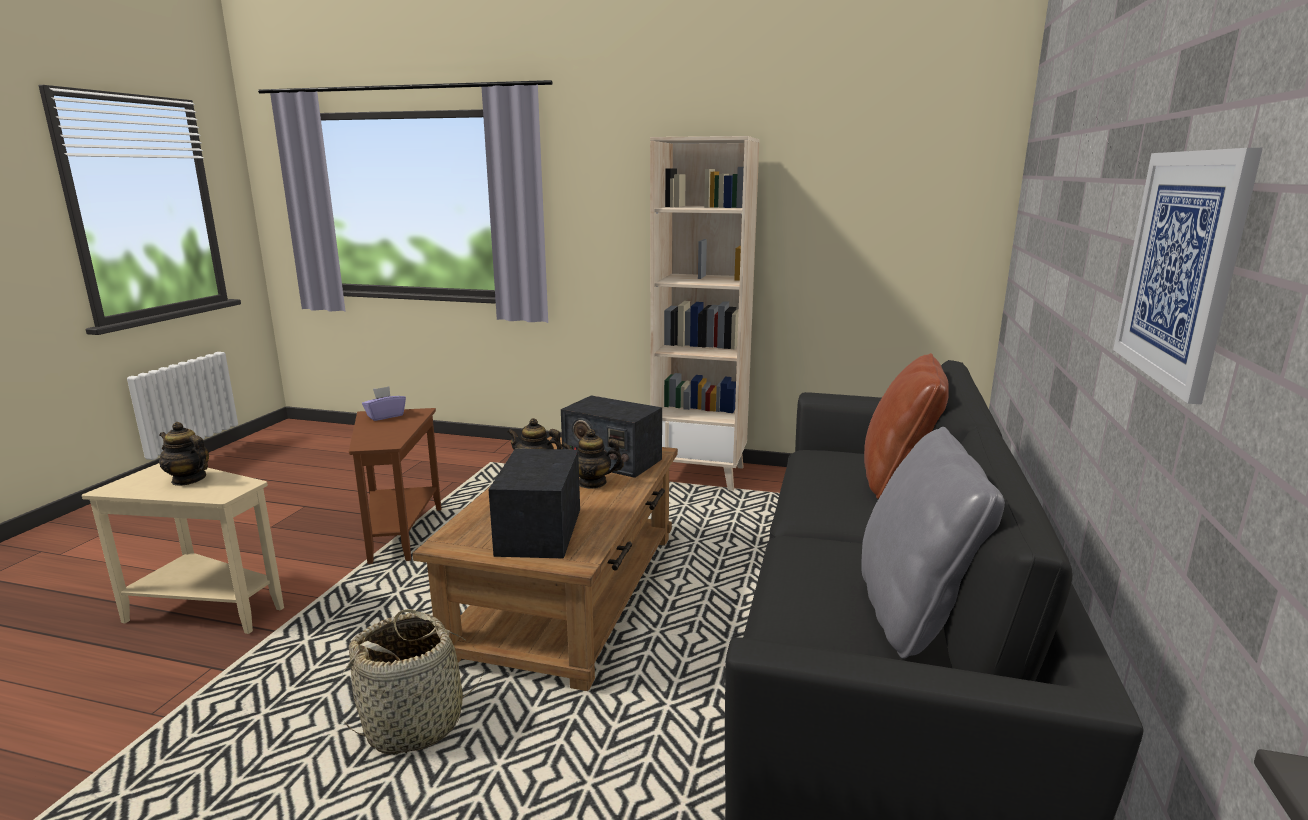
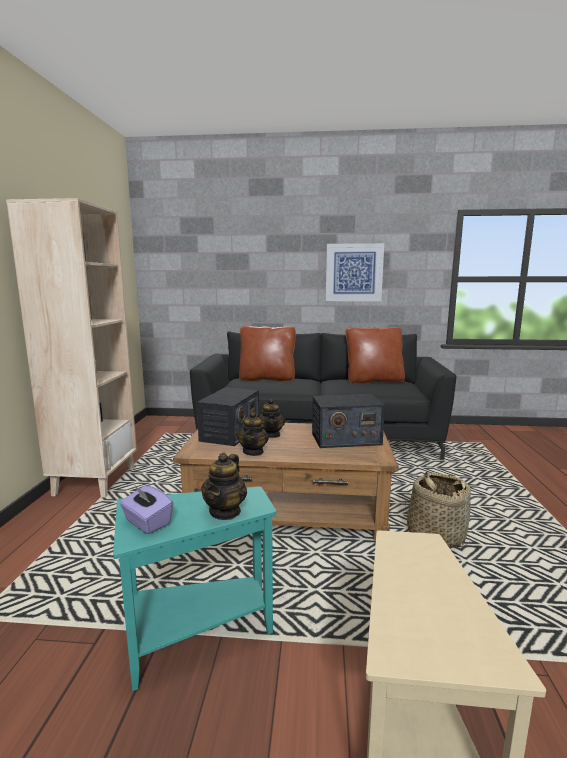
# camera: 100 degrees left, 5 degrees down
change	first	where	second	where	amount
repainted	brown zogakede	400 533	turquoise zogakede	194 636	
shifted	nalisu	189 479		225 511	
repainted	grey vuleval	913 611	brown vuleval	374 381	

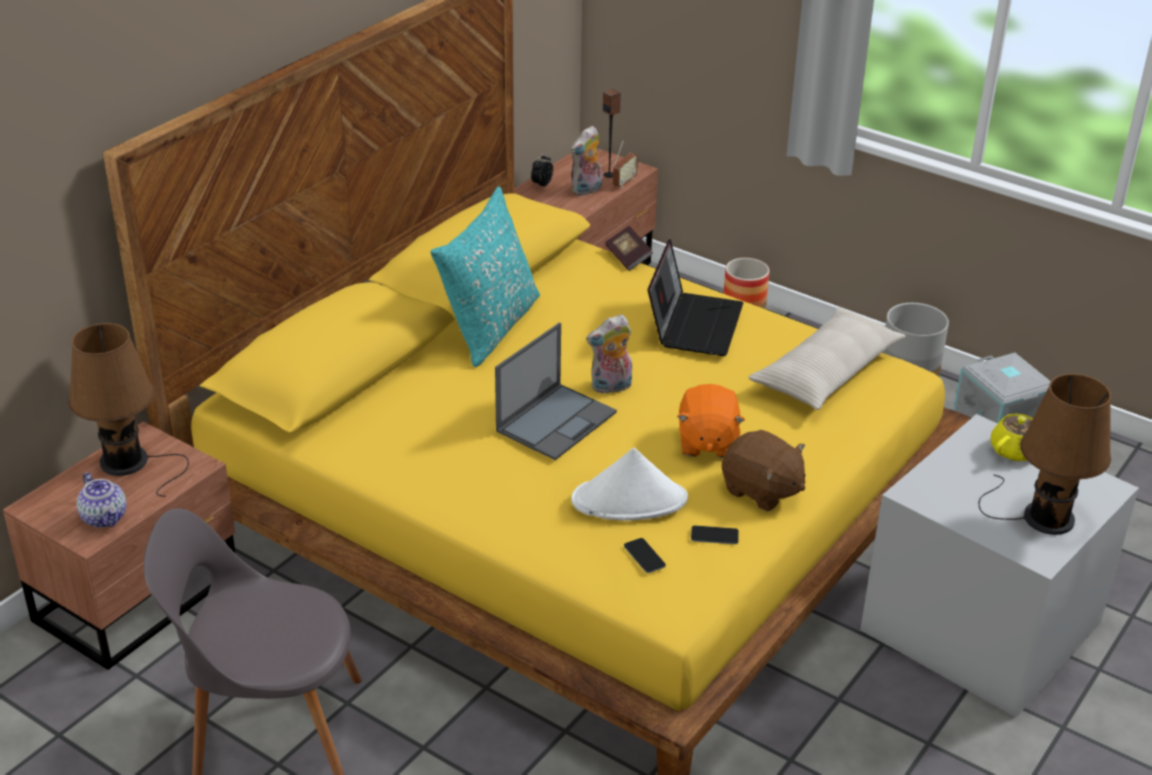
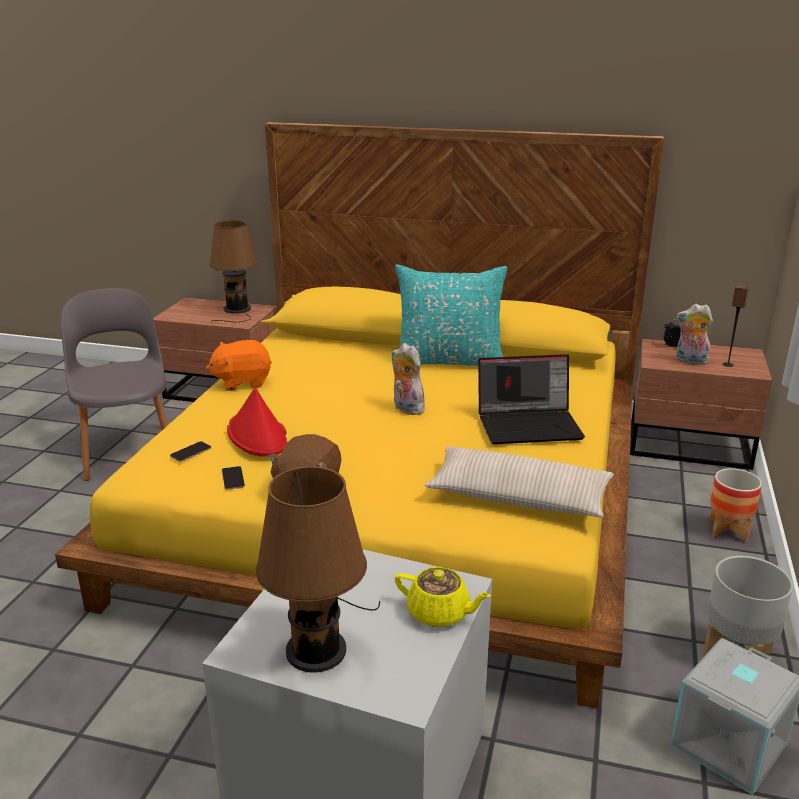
# camera: 70 degrees right, 10 degrees down
change	first	where	second	where	amount
gone	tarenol	624 182			
gone	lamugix	628 257			
gone	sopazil	557 421			
shifted	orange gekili	706 442		242 382	
repainted	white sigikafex	630 500	red sigikafex	258 436	
gone	nalisu	105 517			

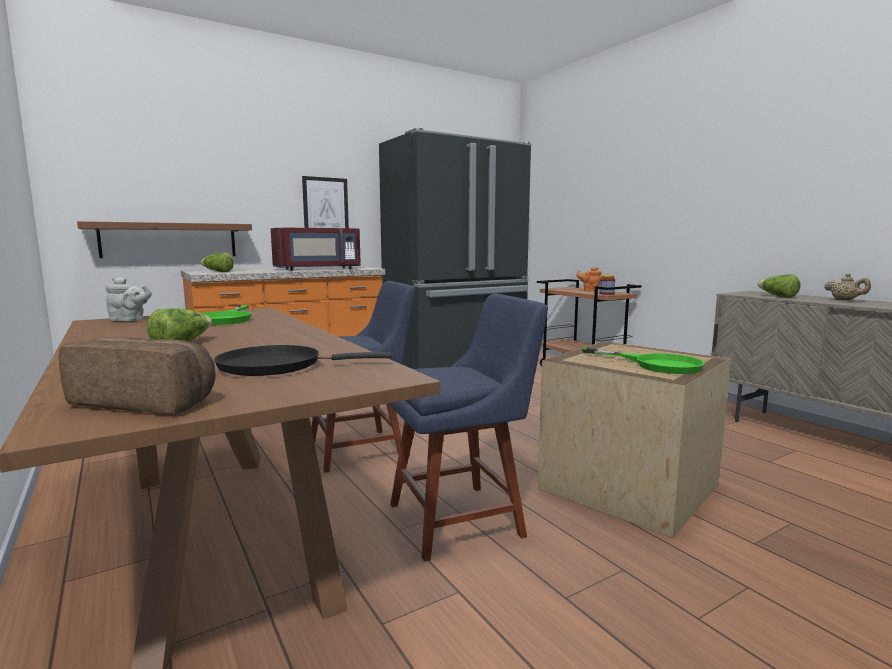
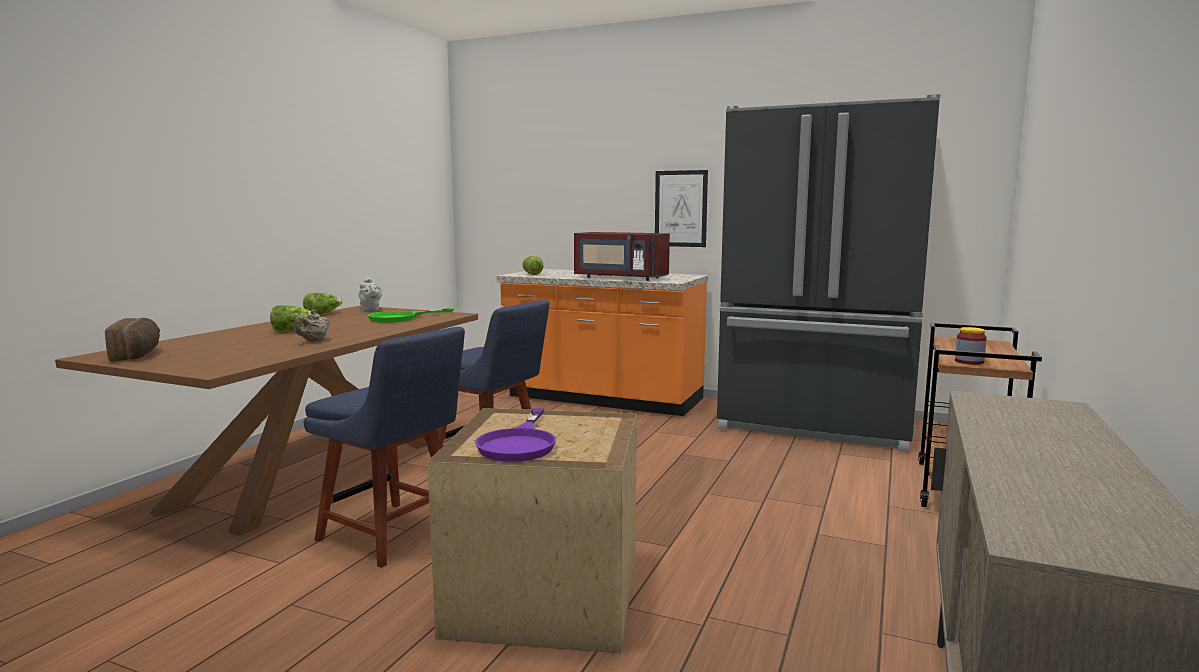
# camera: 55 degrees right, 0 degrees up
change	first	where	second	where	amount
gone	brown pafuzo	170 240			
gone	orange nalisu	589 290			
shifted	beige nalisu	845 300		314 341	
shifted	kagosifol	777 296		323 314	
gone	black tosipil	277 366			
repainted	green tosipil	656 364	purple tosipil	519 443	

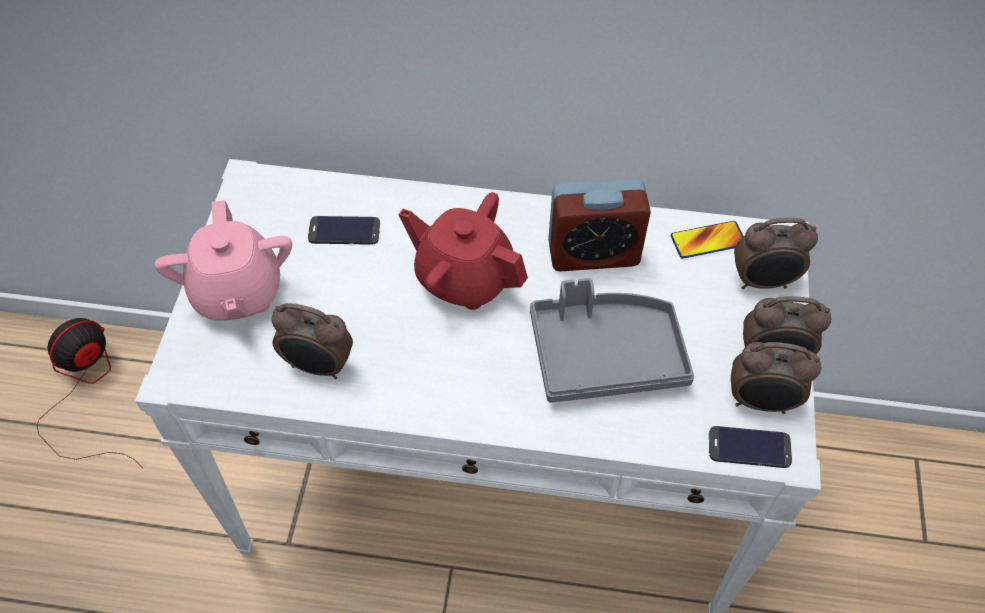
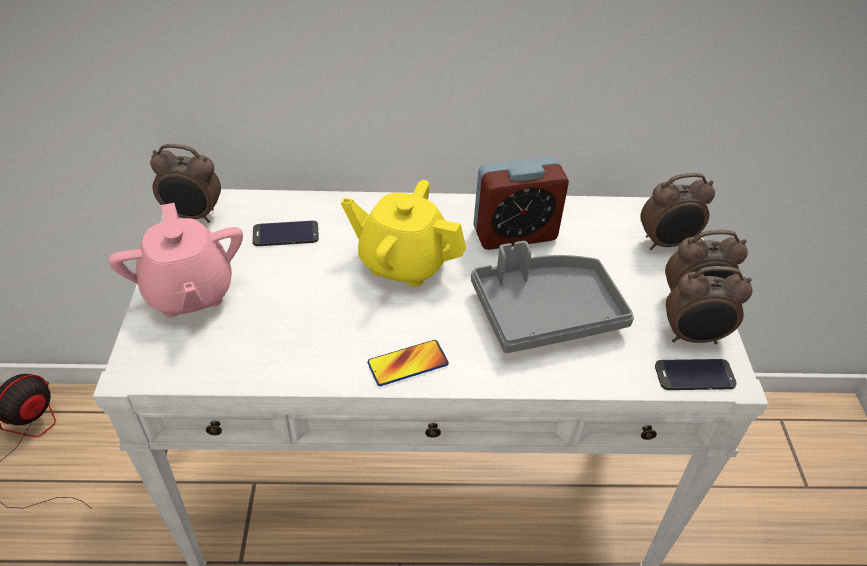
# camera: 10 degrees left, 10 degrees down
change	first	where	second	where	amount
repainted	red nalisu	464 278	yellow nalisu	403 262	
shifted	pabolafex	708 240		408 364	
shifted	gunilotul	318 366		193 216	

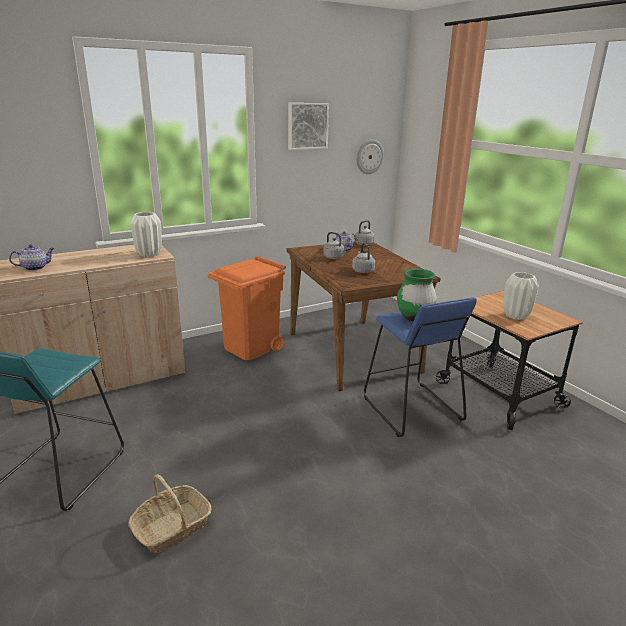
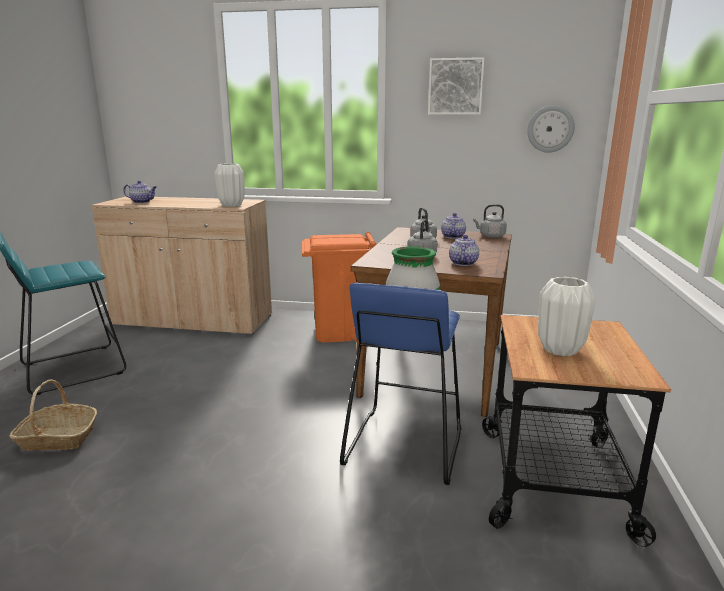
# camera: 40 degrees right, 5 degrees down
change	first	where	second	where	amount
new			nalisu	463 263	

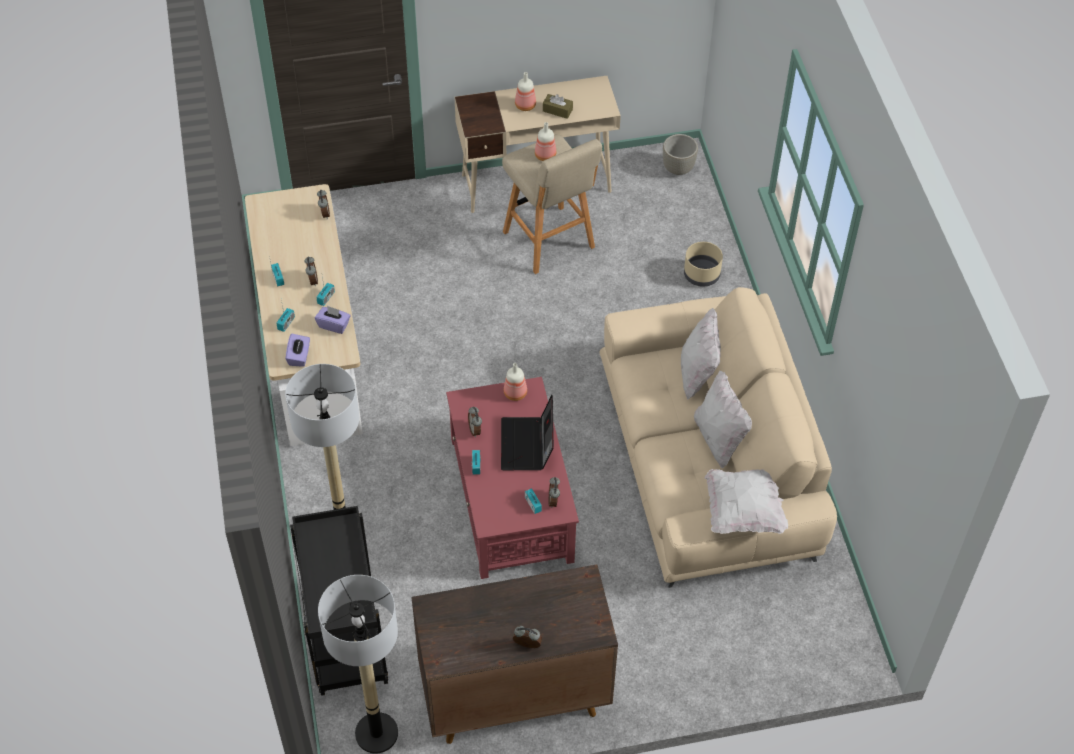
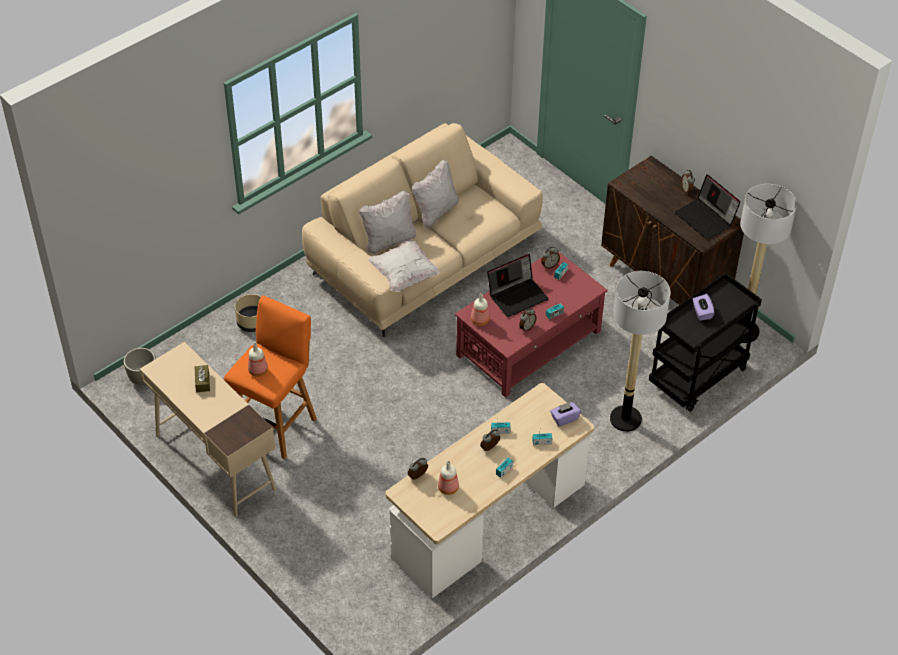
# camera: 120 degrees left, 5 degrees down
change	first	where	second	where	amount
shifted	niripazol	525 106		448 487	
repainted	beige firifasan	550 242	orange firifasan	276 424	
shifted	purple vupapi	334 325		702 313	
shifted	white vuleval	743 511		403 275	
new			sopazil	706 218	

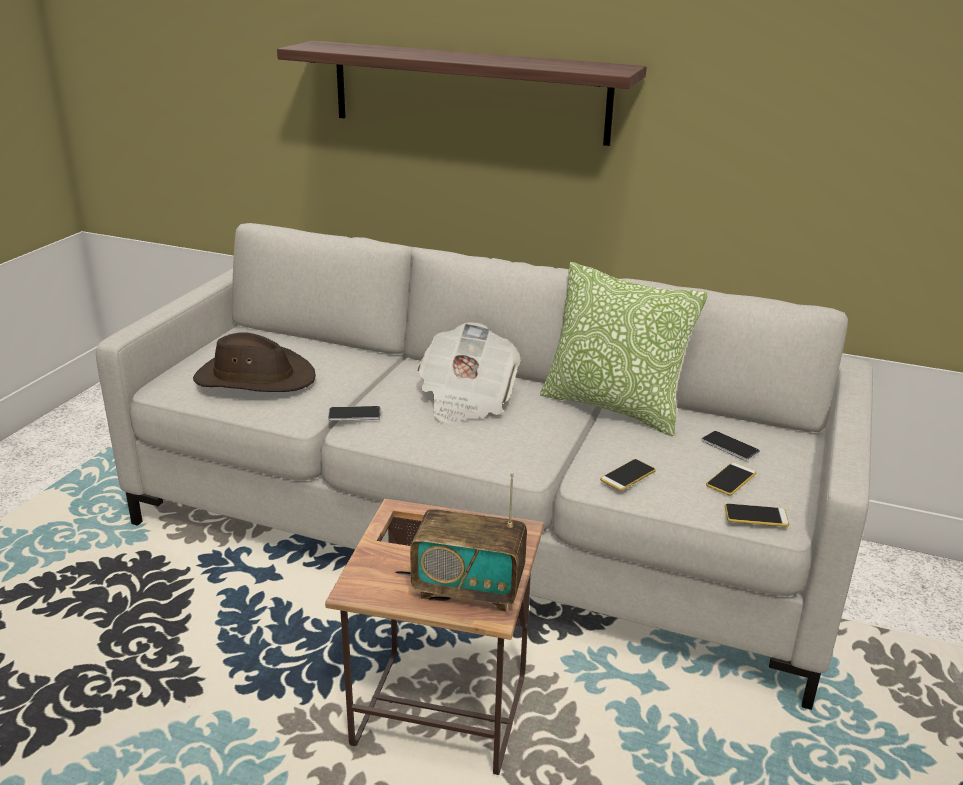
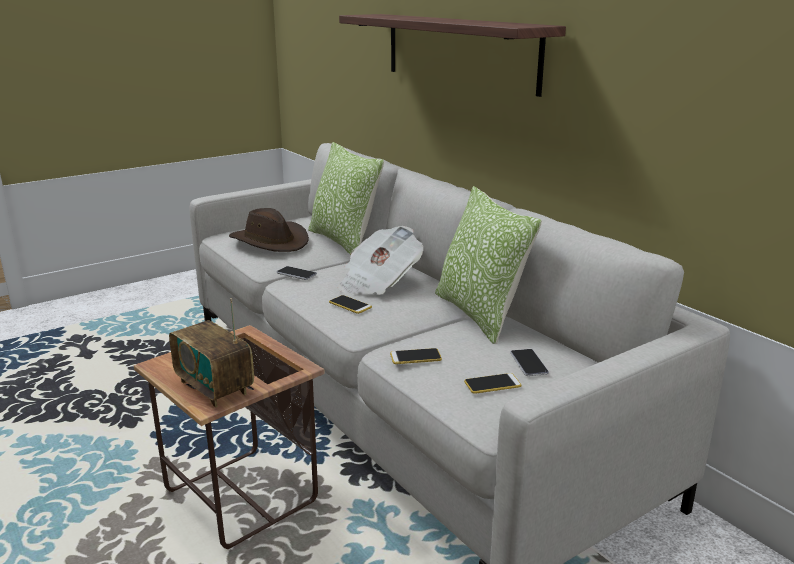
# camera: 35 degrees right, 5 degrees down
change	first	where	second	where	amount
shifted	pabolafex	756 516		350 305	
new			vuleval	344 241	

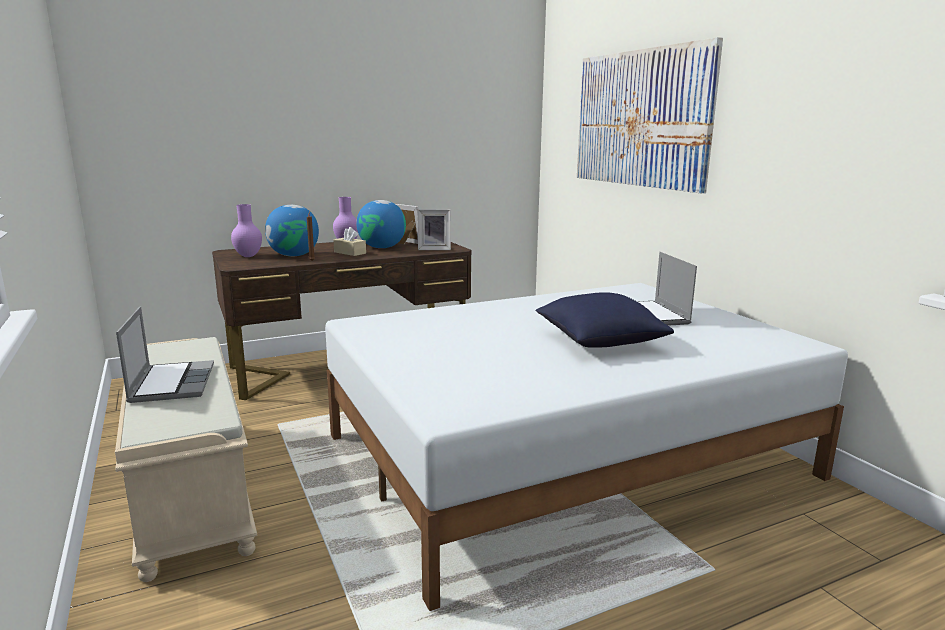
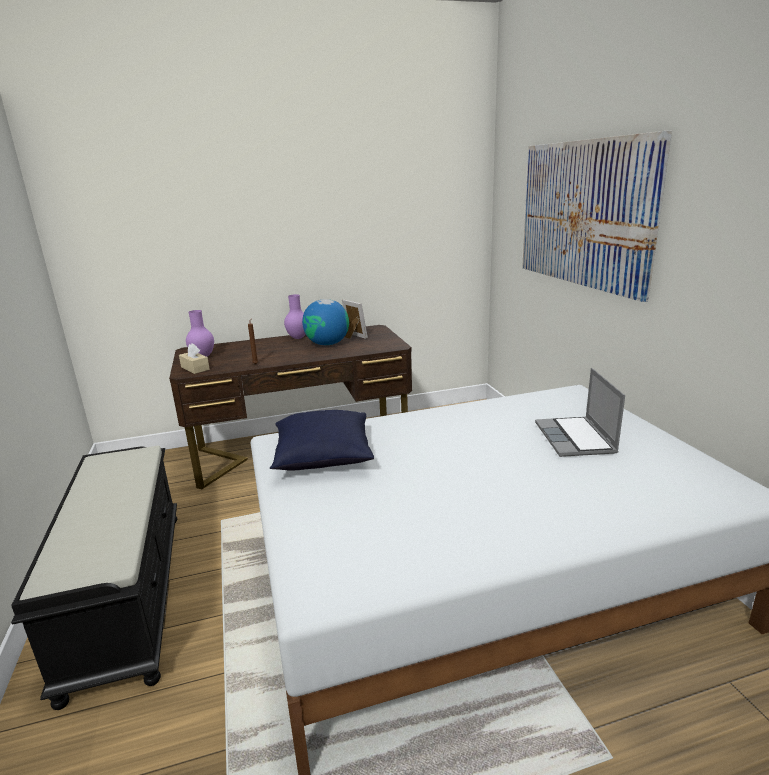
# camera: 10 degrees right, 5 degrees up
change	first	where	second	where	amount
gone	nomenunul	294 255			
gone	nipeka	434 249			
shifted	beige vupapi	350 253		195 368	
shifted	blue vuleval	599 341		323 457	
gone	sopazil	171 383			
repainted	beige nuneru	189 487	black nuneru	126 594	

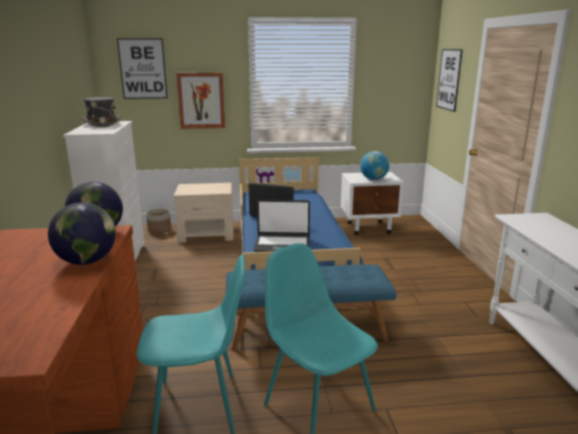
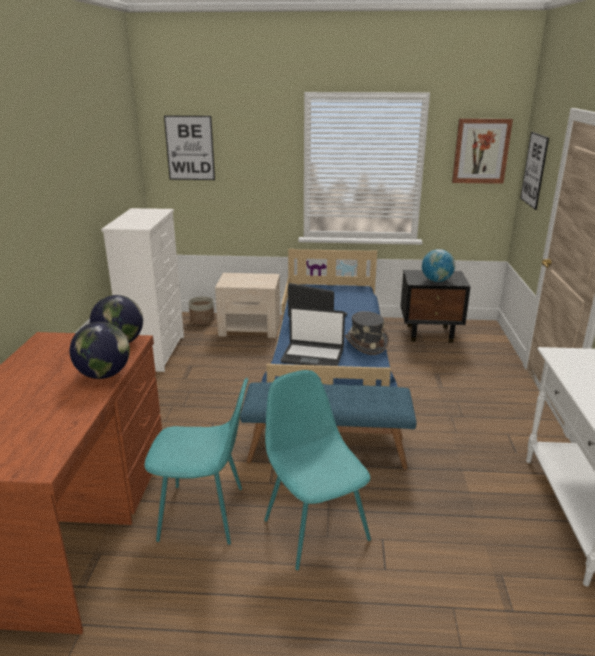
# camera: 10 degrees right, 5 degrees up
change	first	where	second	where	amount
shifted	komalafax	201 100		481 151	
shifted	grey sigikafex	102 124		366 344	
repainted	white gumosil	369 228	black gumosil	430 333	

